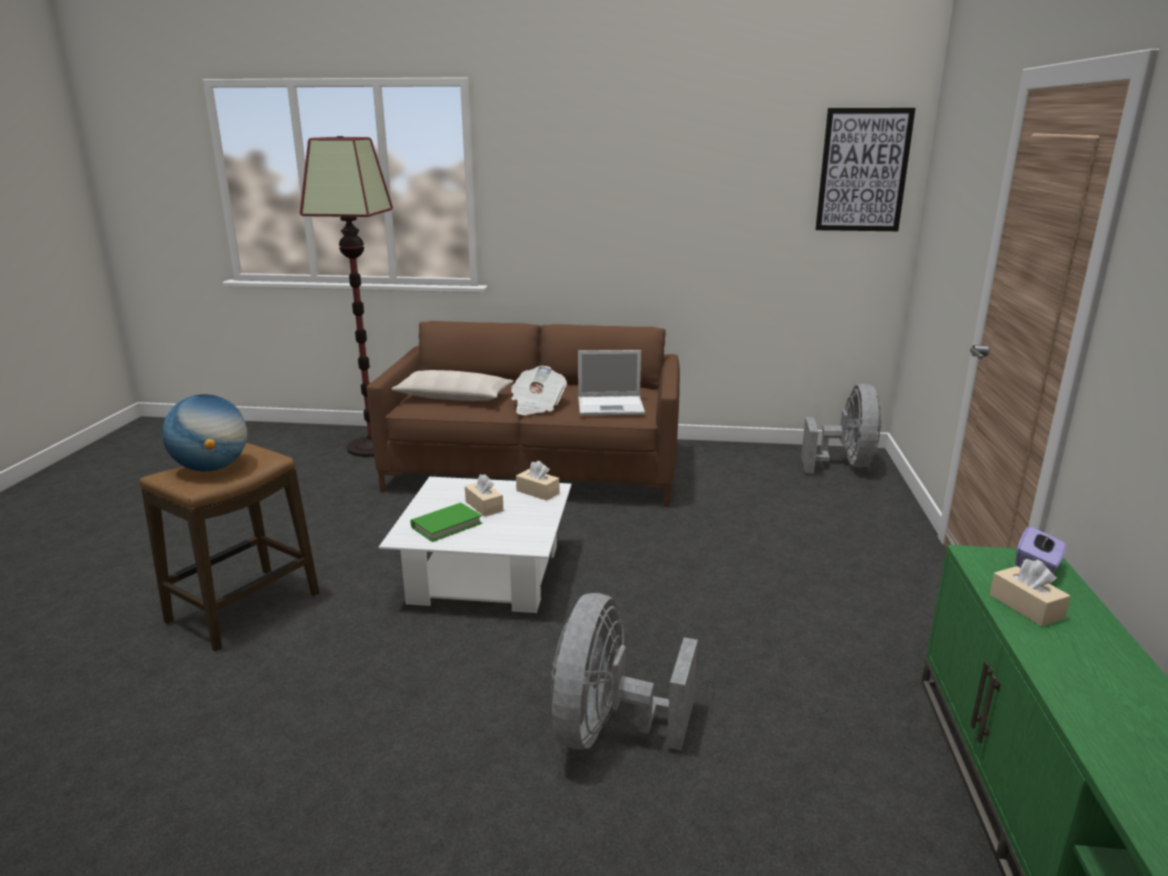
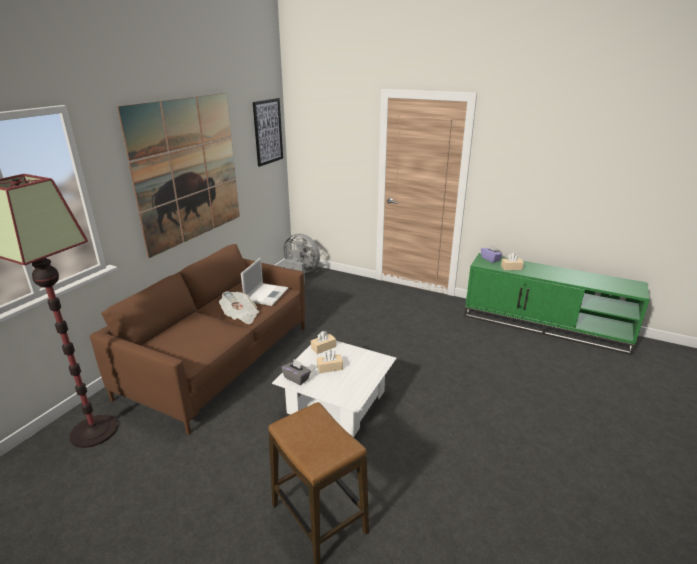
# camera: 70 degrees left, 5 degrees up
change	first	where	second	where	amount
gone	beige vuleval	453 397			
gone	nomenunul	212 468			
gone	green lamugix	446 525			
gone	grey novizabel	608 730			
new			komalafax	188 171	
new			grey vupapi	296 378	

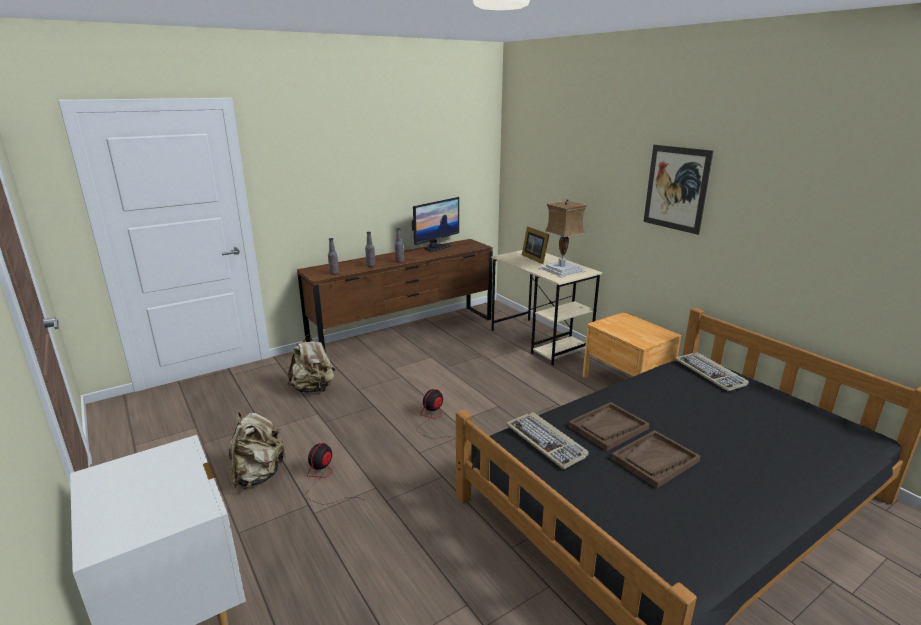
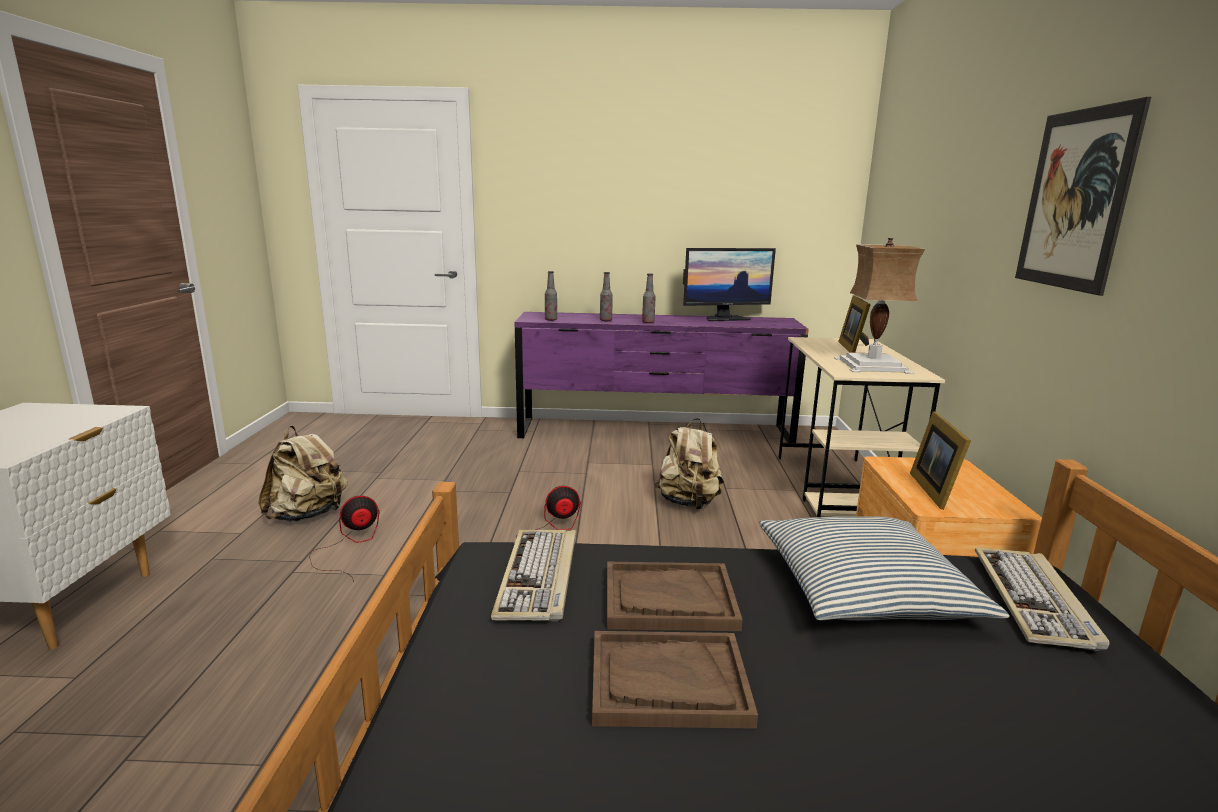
# camera: 35 degrees right, 5 degrees down
change	first	where	second	where	amount
repainted	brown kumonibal	404 333	purple kumonibal	654 432	
shifted	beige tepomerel	313 389		688 503	
new			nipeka	936 490	
new			vuleval	864 588	

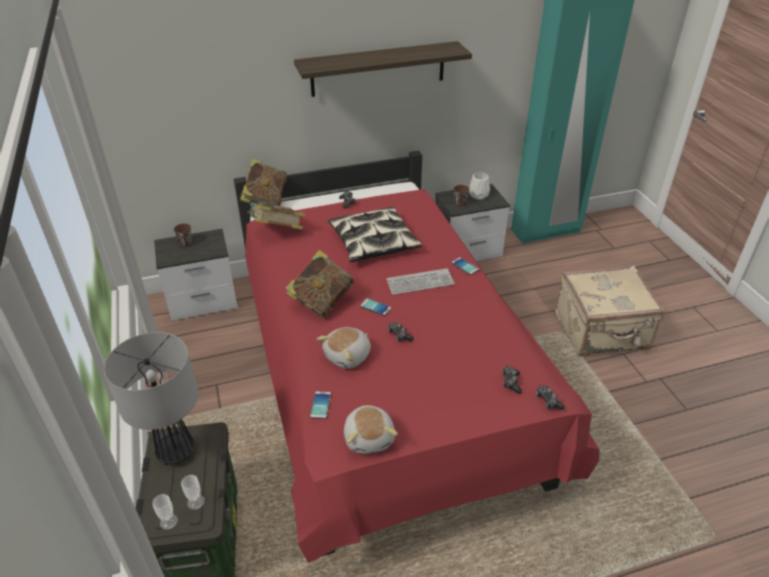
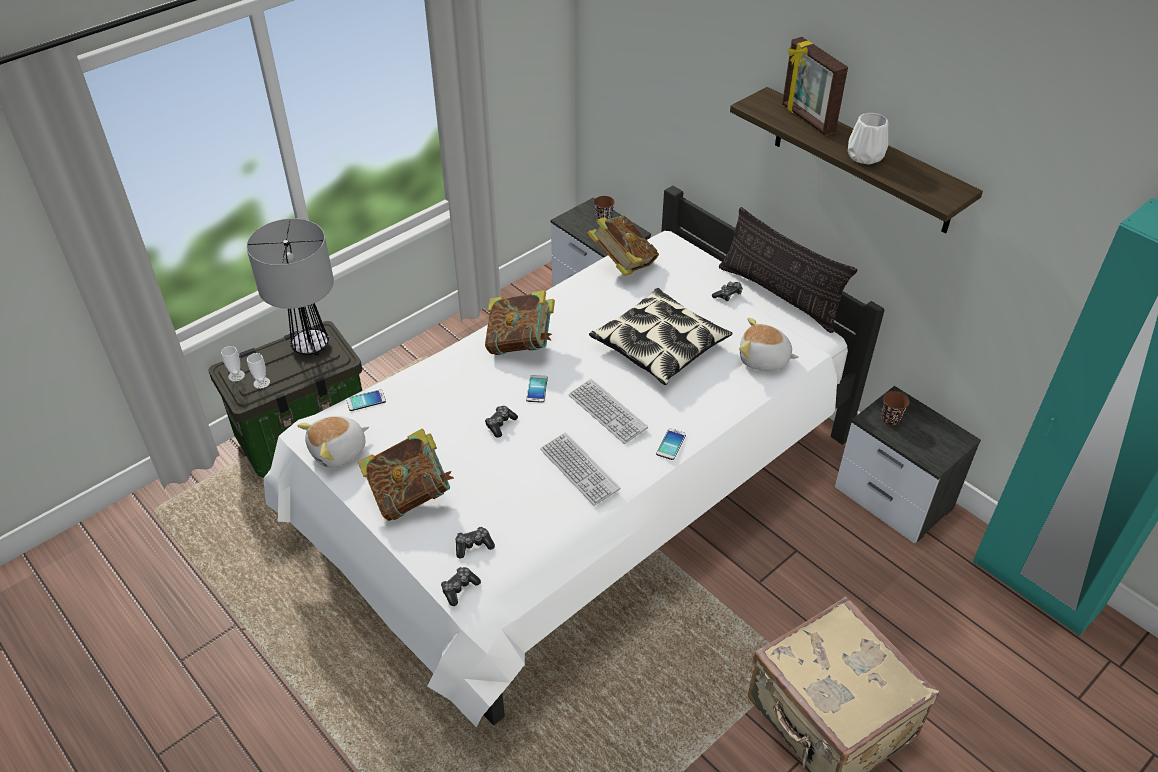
# camera: 65 degrees right, 5 degrees up
change	first	where	second	where	amount
repainted	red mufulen	383 377	white mufulen	578 494	
shifted	lamugix	265 200		410 495	
shifted	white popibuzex	479 195		865 157	
shifted	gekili	348 356		764 360	
new			nipeka	807 119	
new			vuleval	779 295	
new			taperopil	579 470	

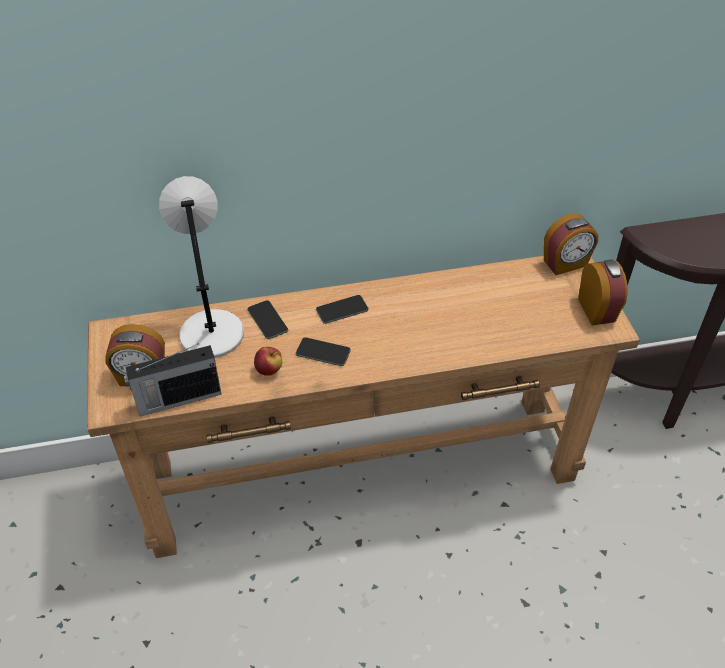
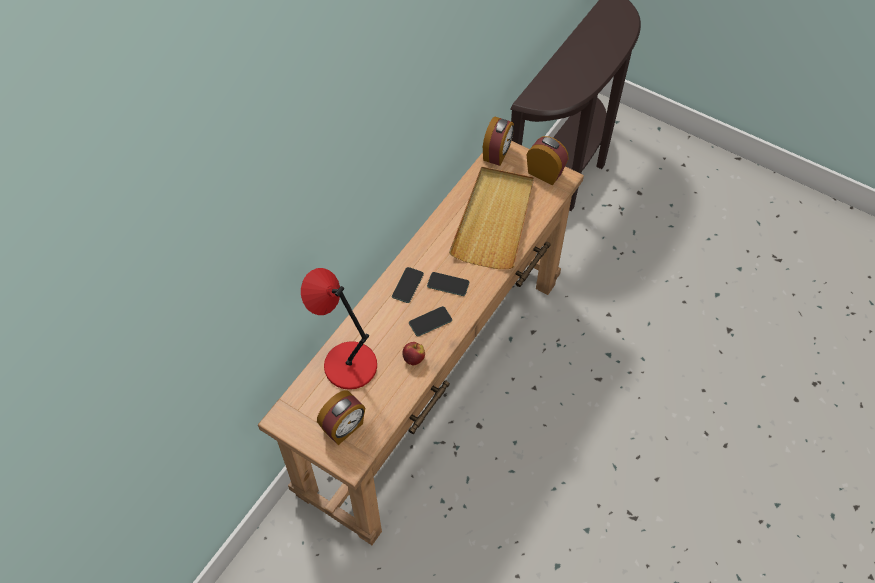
# camera: 45 degrees left, 10 degrees up
change	first	where	second	where	amount
repainted	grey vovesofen	211 332	red vovesofen	347 364	
shifted	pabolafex	267 320		448 284	
gone	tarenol	177 399			
new			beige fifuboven	494 220	

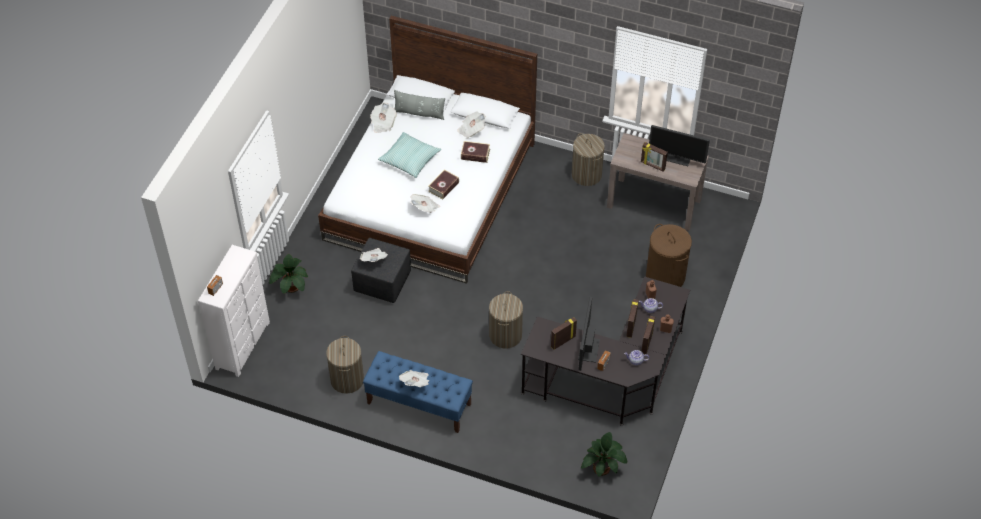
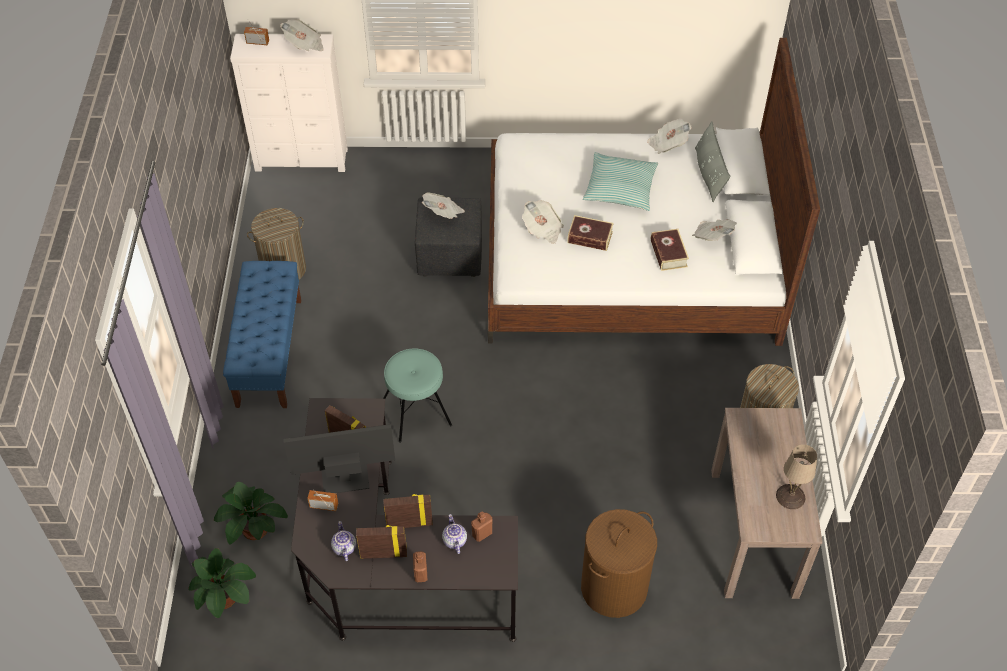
# camera: 70 degrees right, 0 degrees up
change	first	where	second	where	amount
swapped	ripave	677 157	beige vovesofen	791 497	
gone	nipeka	652 166			
shifted	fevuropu	291 287		252 528	
swapped	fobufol	505 335	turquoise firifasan	417 412	
shifted	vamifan	416 383		304 45	

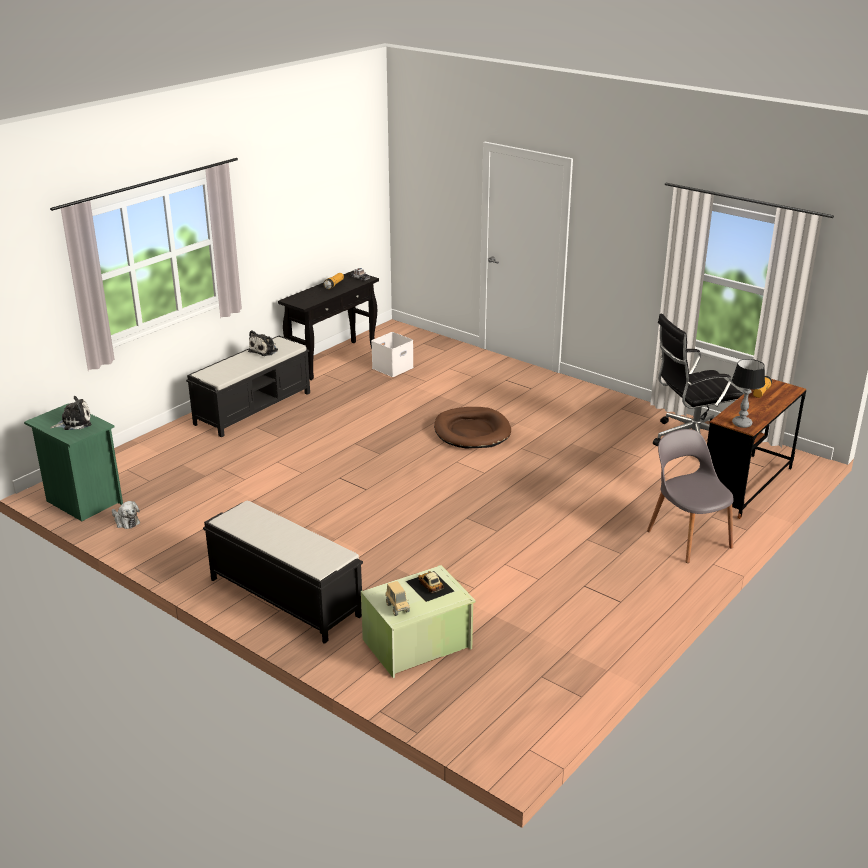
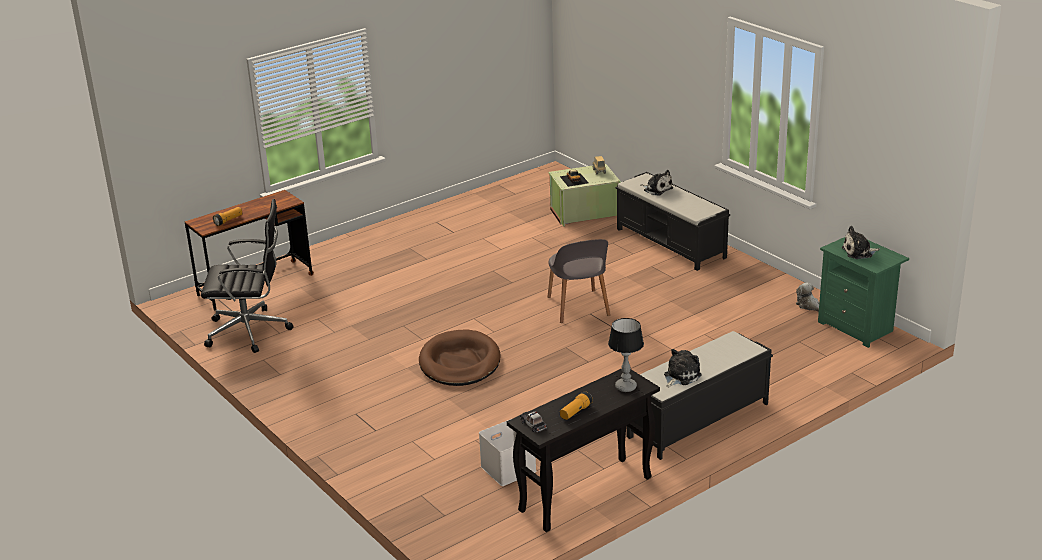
# camera: 165 degrees left, 0 degrees up
change	first	where	second	where	amount
shifted	vovesofen	741 424		626 387	
shifted	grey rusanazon	688 537		578 307	
new			gekili	657 189	

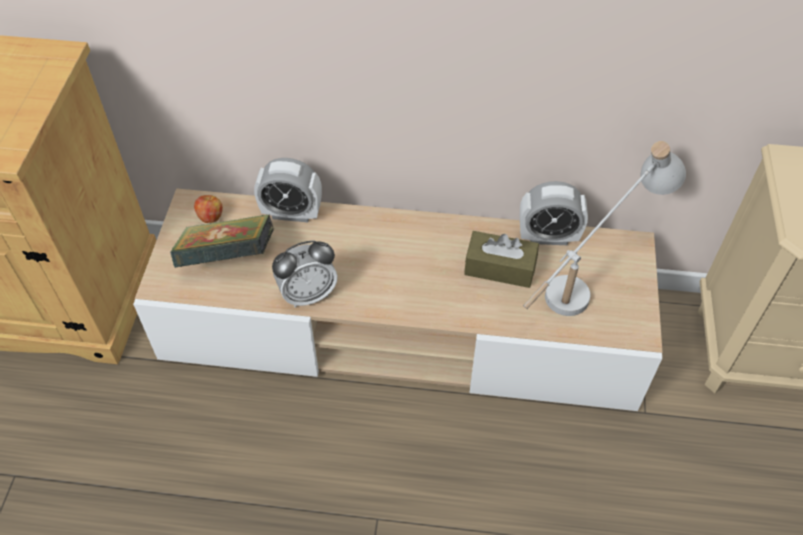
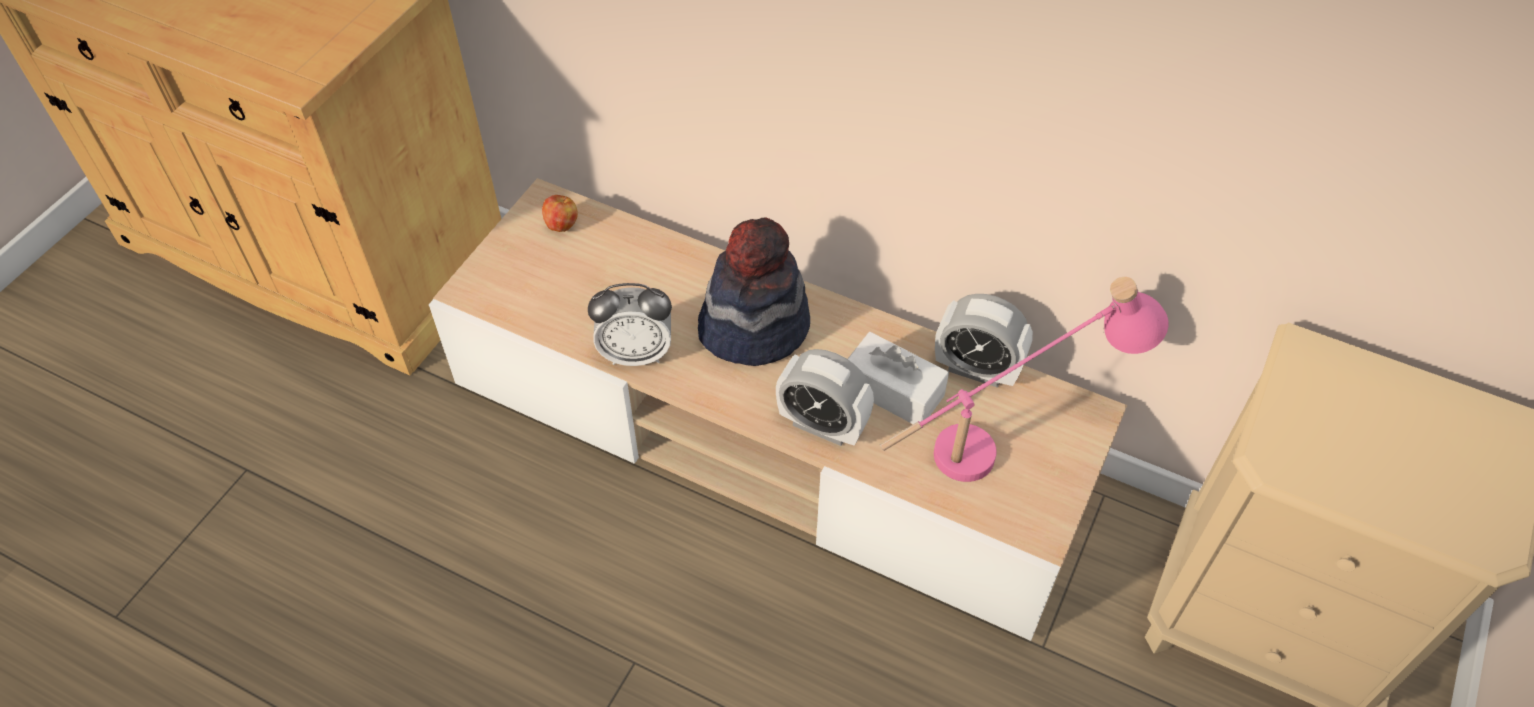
# camera: 20 degrees right, 0 degrees up
change	first	where	second	where	amount
repainted	white vovesofen	588 280	pink vovesofen	1005 441	
shifted	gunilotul	291 213		822 425	
gone	lamugix	228 259			
repainted	brown vupapi	500 268	white vupapi	893 391	
new			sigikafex	754 327	

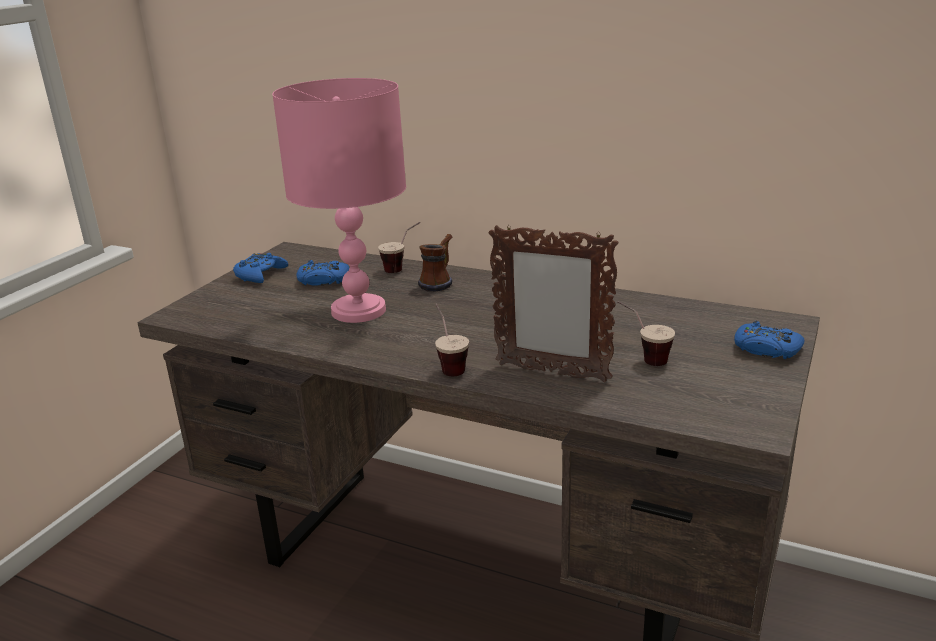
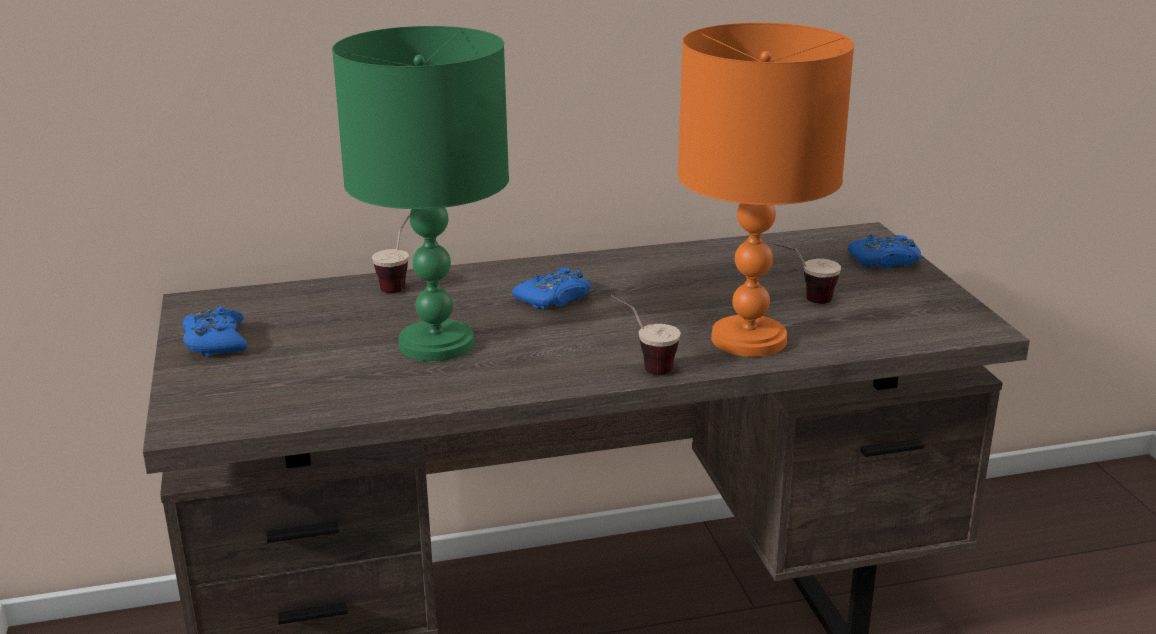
# camera: 40 degrees left, 0 degrees up
change	first	where	second	where	amount
repainted	pink vovesofen	359 310	green vovesofen	436 343	
swapped	nipeka	551 372	orange vovesofen	750 338	
gone	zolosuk	439 281			
shifted	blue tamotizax	323 280		554 298	

